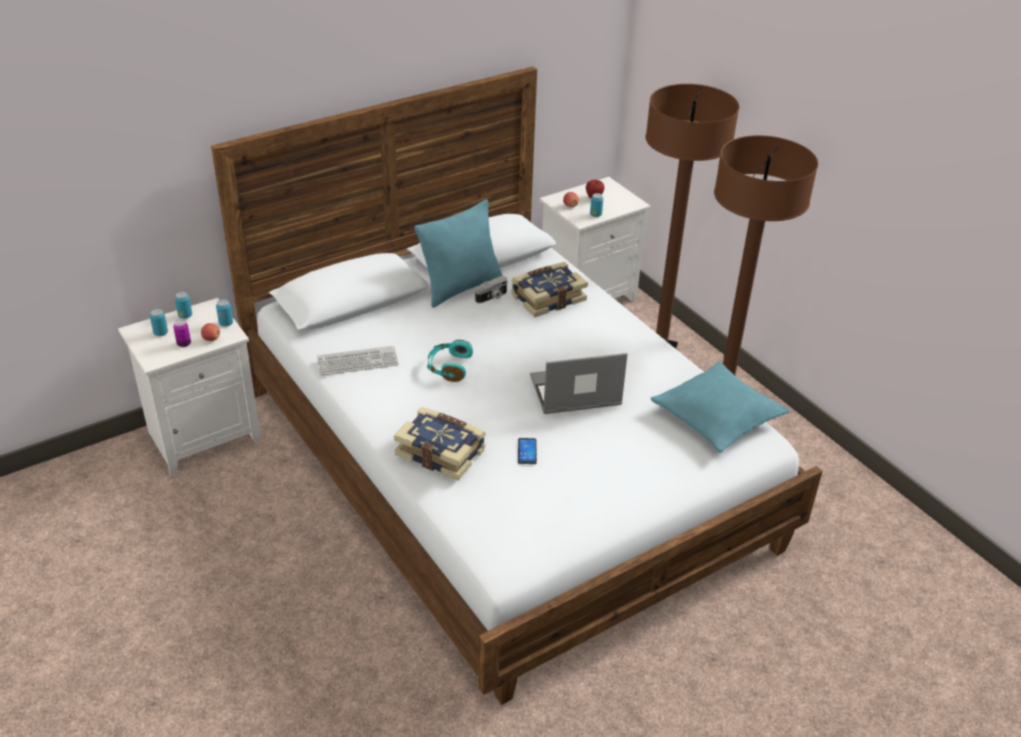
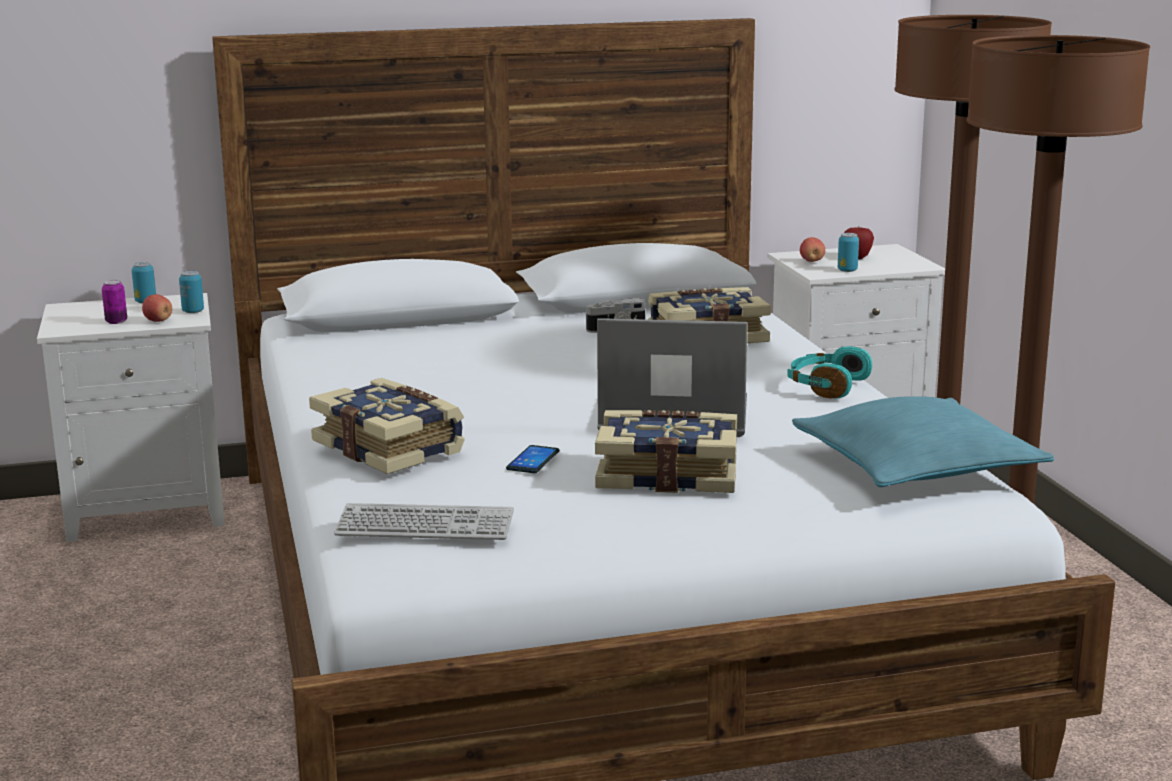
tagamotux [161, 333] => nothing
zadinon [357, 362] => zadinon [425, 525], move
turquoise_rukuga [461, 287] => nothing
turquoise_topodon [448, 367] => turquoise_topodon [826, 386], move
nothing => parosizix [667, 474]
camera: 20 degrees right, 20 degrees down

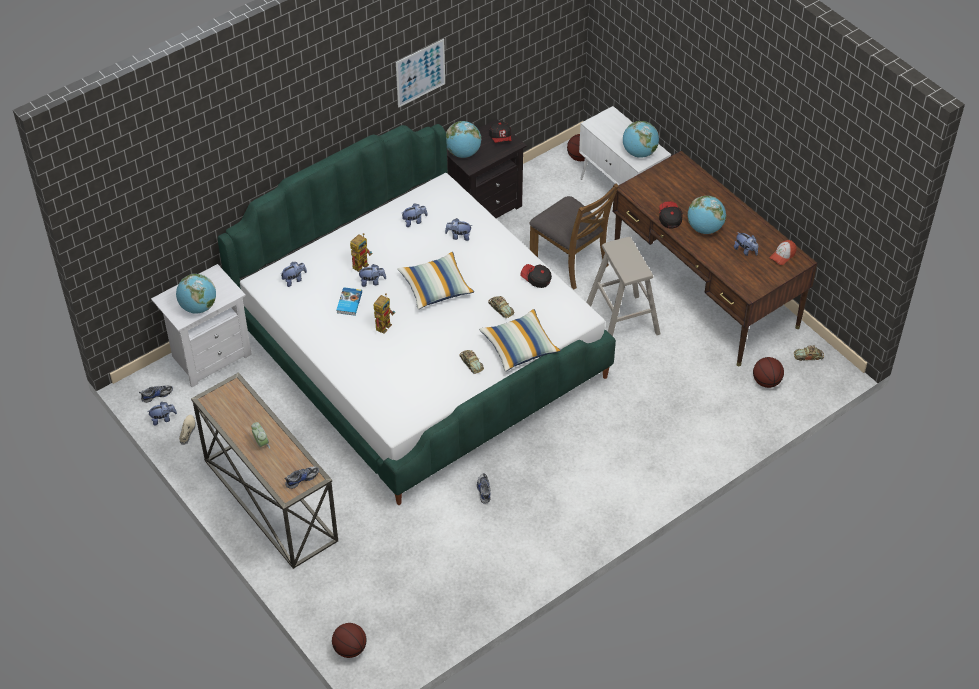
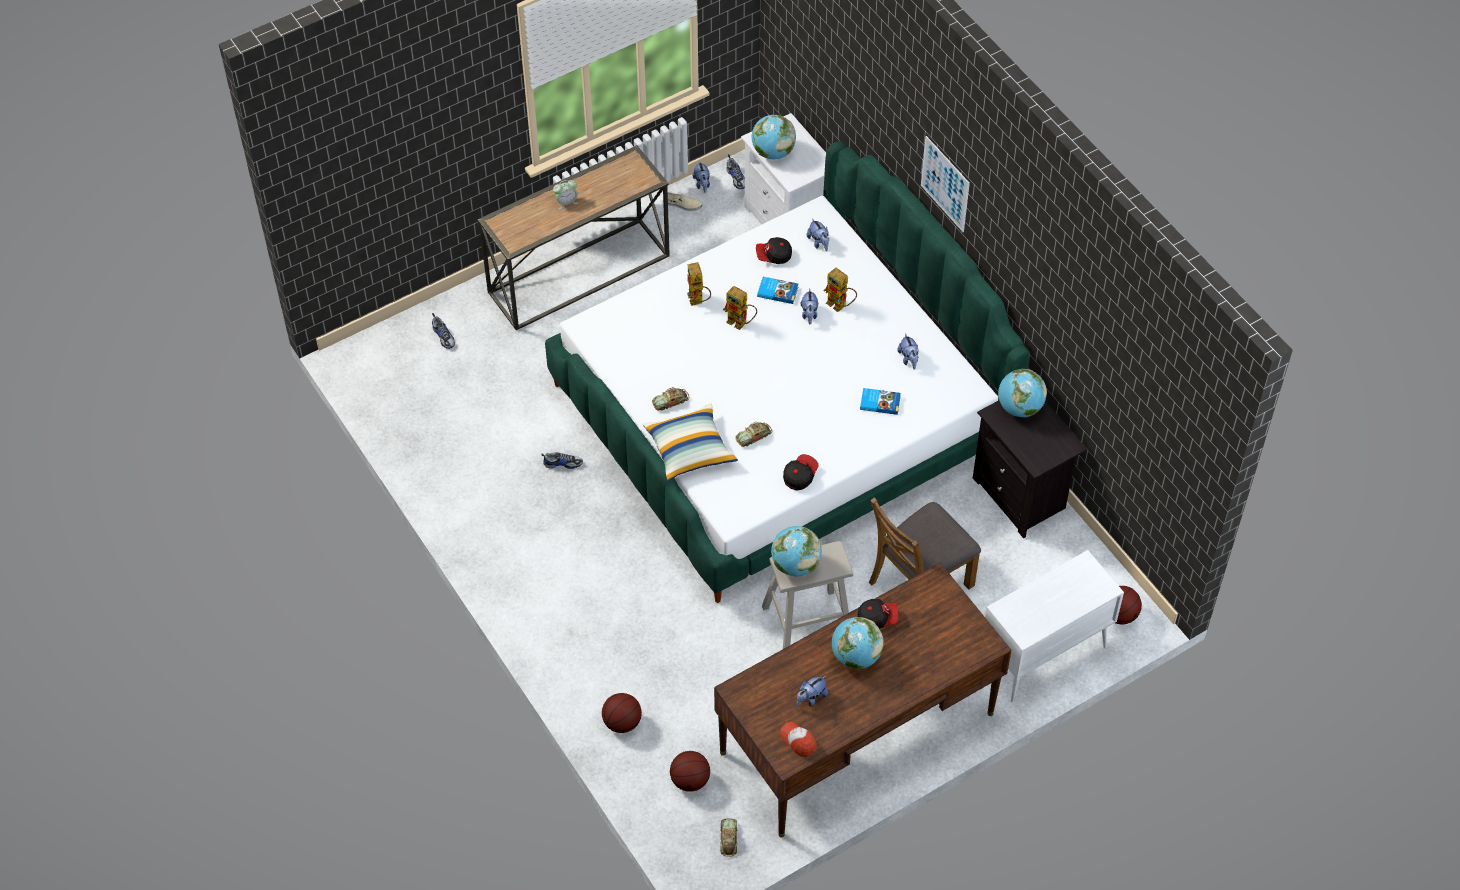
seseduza [301, 479] => seseduza [444, 336], move
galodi [350, 649] => galodi [622, 722], move
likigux [420, 73] => likigux [945, 184], move
rukuga [436, 287] => nothing
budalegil [459, 236] => parosizix [880, 402]
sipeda [501, 138] => sipeda [773, 256], move
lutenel [639, 153] => lutenel [795, 565], move
nothing => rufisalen [697, 301]
camera: 95 degrees right, 5 degrees up

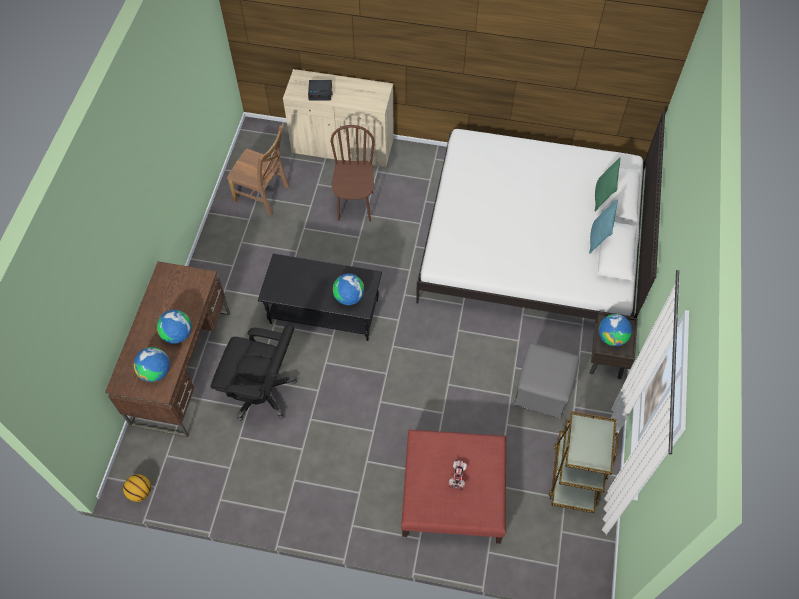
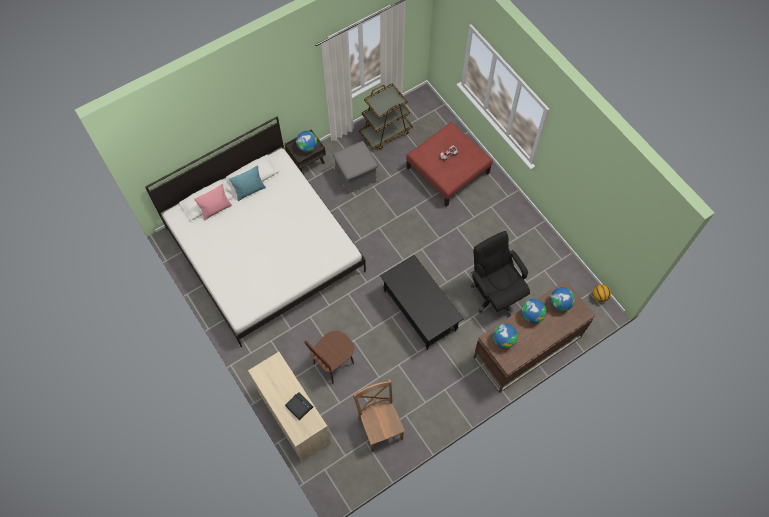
lutenel [349, 297] => lutenel [503, 340], move
green_rukuga [602, 196] => pink_rukuga [216, 209]
camera: 135 degrees left, 5 degrees up

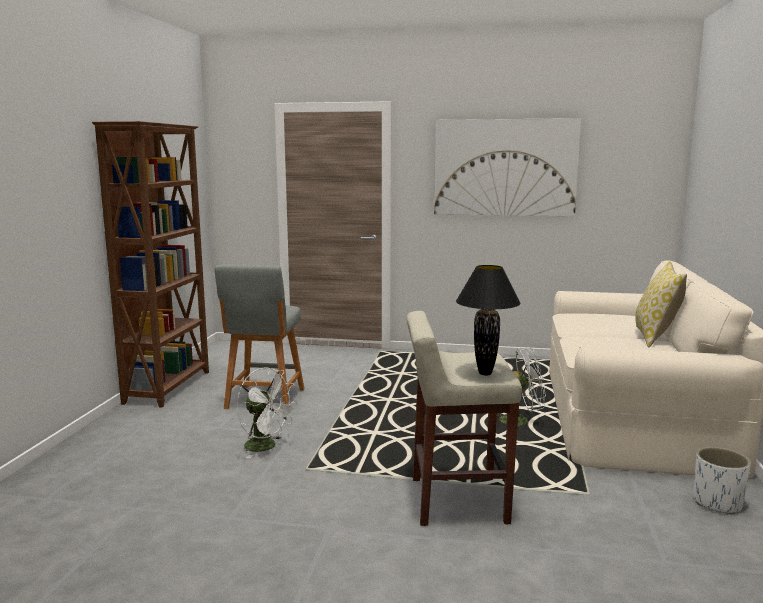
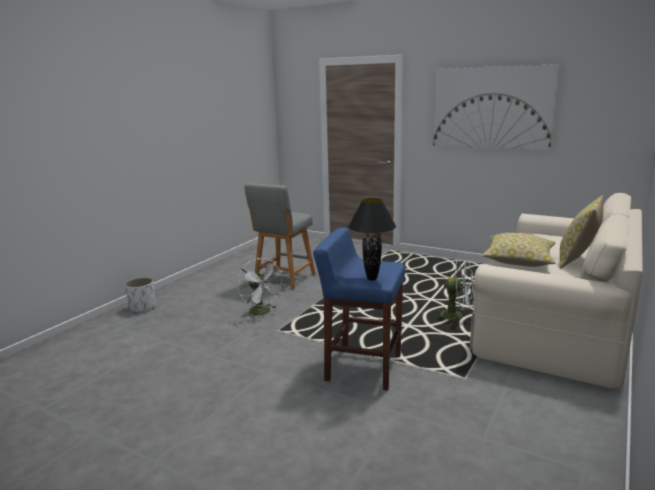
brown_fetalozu [169, 387] => nothing
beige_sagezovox [456, 500] => blue_sagezovox [362, 367]
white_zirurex [717, 503] => white_zirurex [142, 308], move
nothing => rukuga [519, 260]
camera: 20 degrees right, 5 degrees up

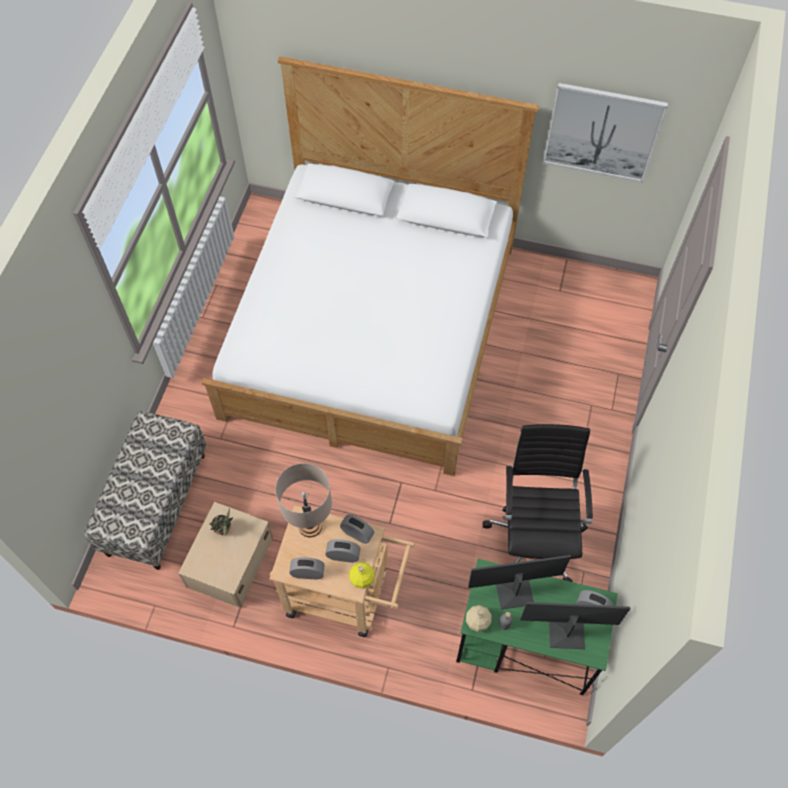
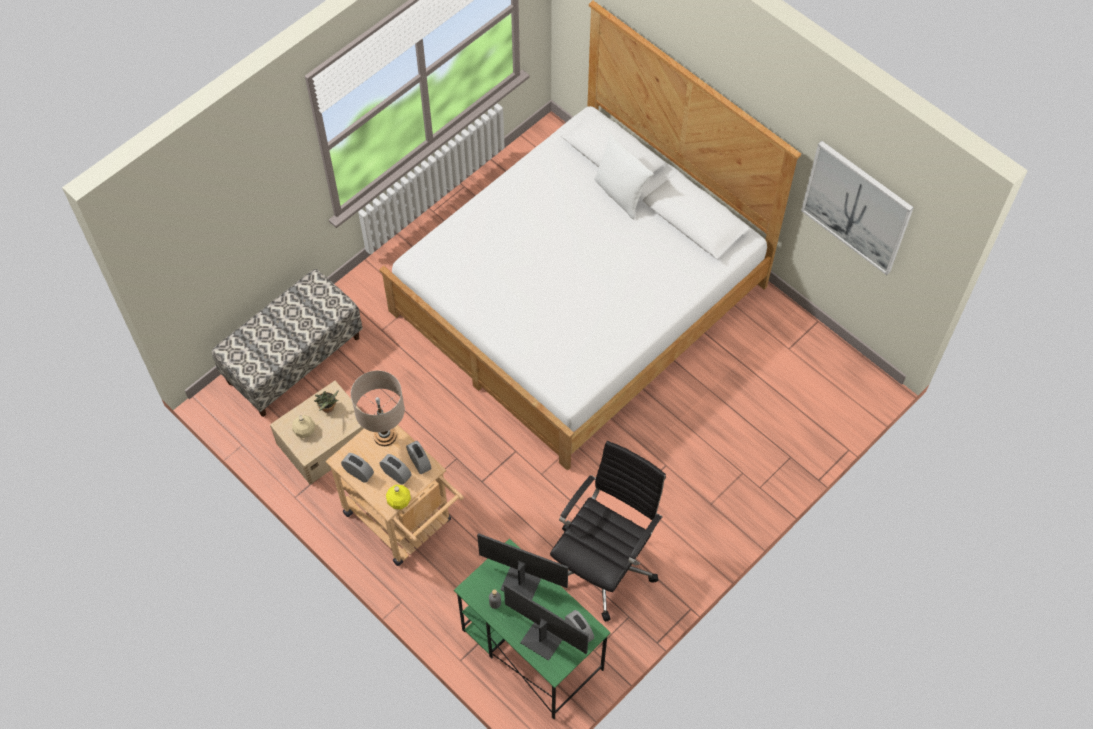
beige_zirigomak [477, 622] => beige_zirigomak [304, 431], move
nothing => white_rukuga [620, 194]
camera: 30 degrees right, 0 degrees up

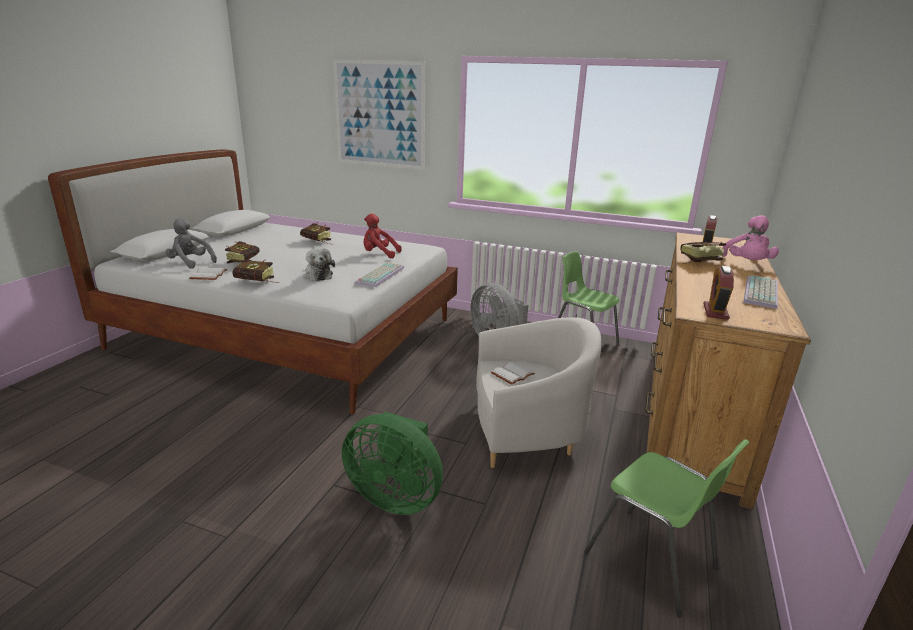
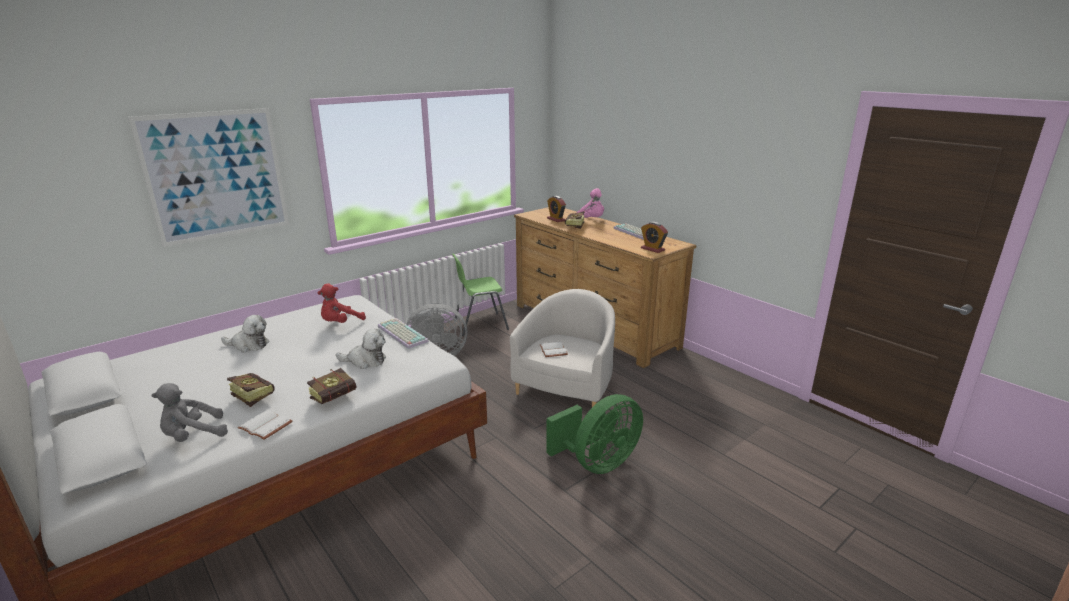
parosizix [318, 242] => budalegil [249, 345]
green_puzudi [651, 561] => nothing
camera: 60 degrees left, 0 degrees up

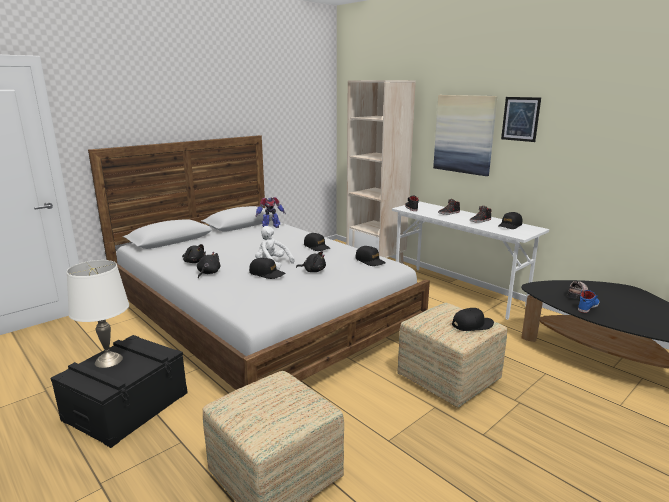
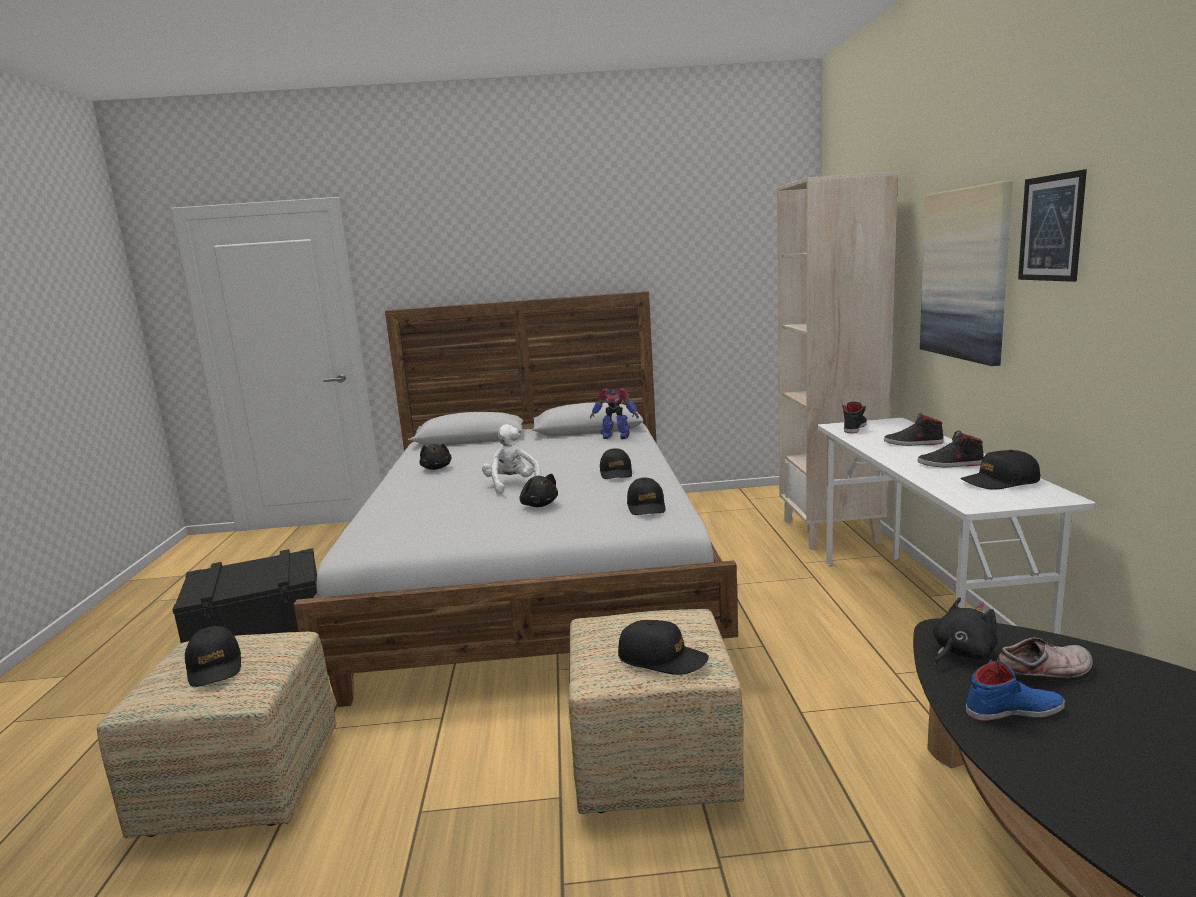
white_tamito [109, 360] => nothing
black_budalegil [208, 273] => black_budalegil [961, 653], move
black_sipeda [267, 273] => black_sipeda [215, 667], move
camera: 40 degrees right, 5 degrees down

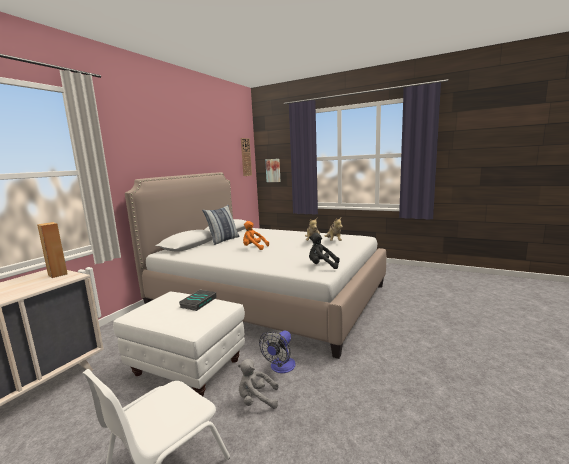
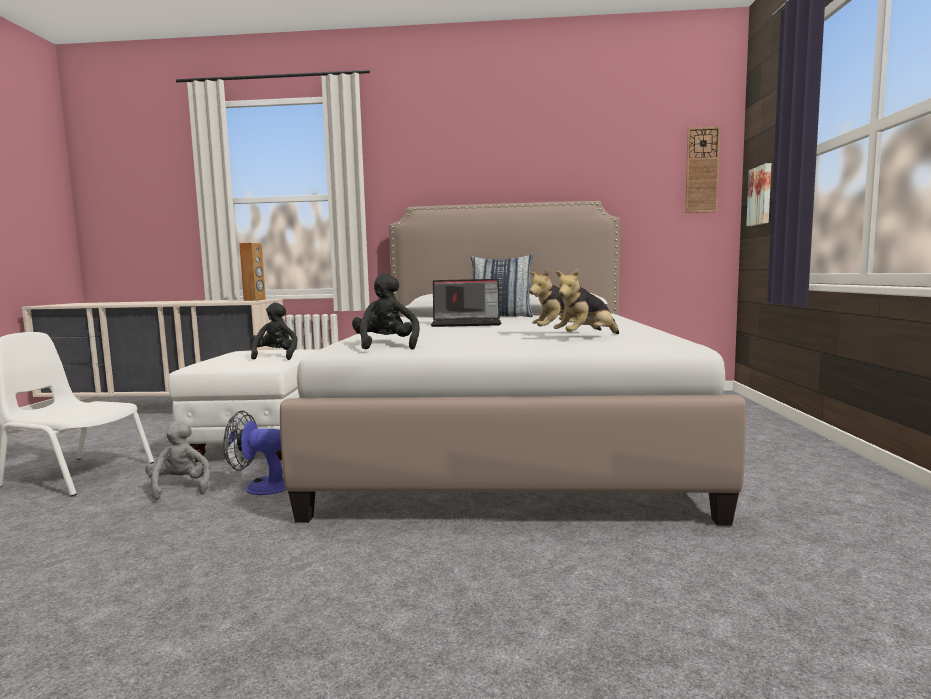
parosizix [198, 302] => black_budalegil [275, 357]
orange_budalegil [254, 248] => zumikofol [467, 324]
camera: 65 degrees right, 5 degrees down

